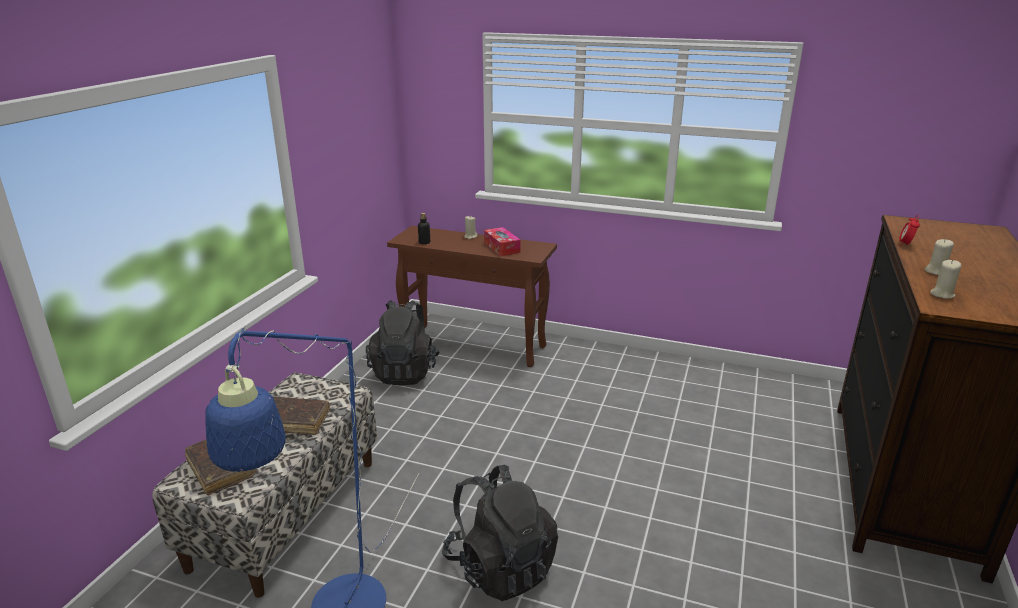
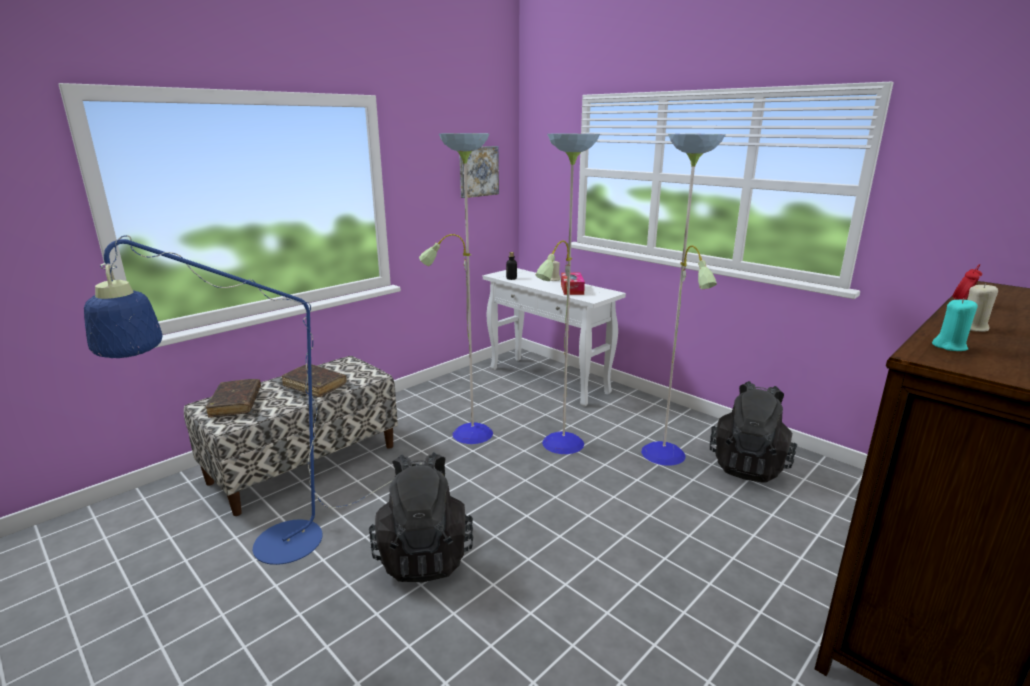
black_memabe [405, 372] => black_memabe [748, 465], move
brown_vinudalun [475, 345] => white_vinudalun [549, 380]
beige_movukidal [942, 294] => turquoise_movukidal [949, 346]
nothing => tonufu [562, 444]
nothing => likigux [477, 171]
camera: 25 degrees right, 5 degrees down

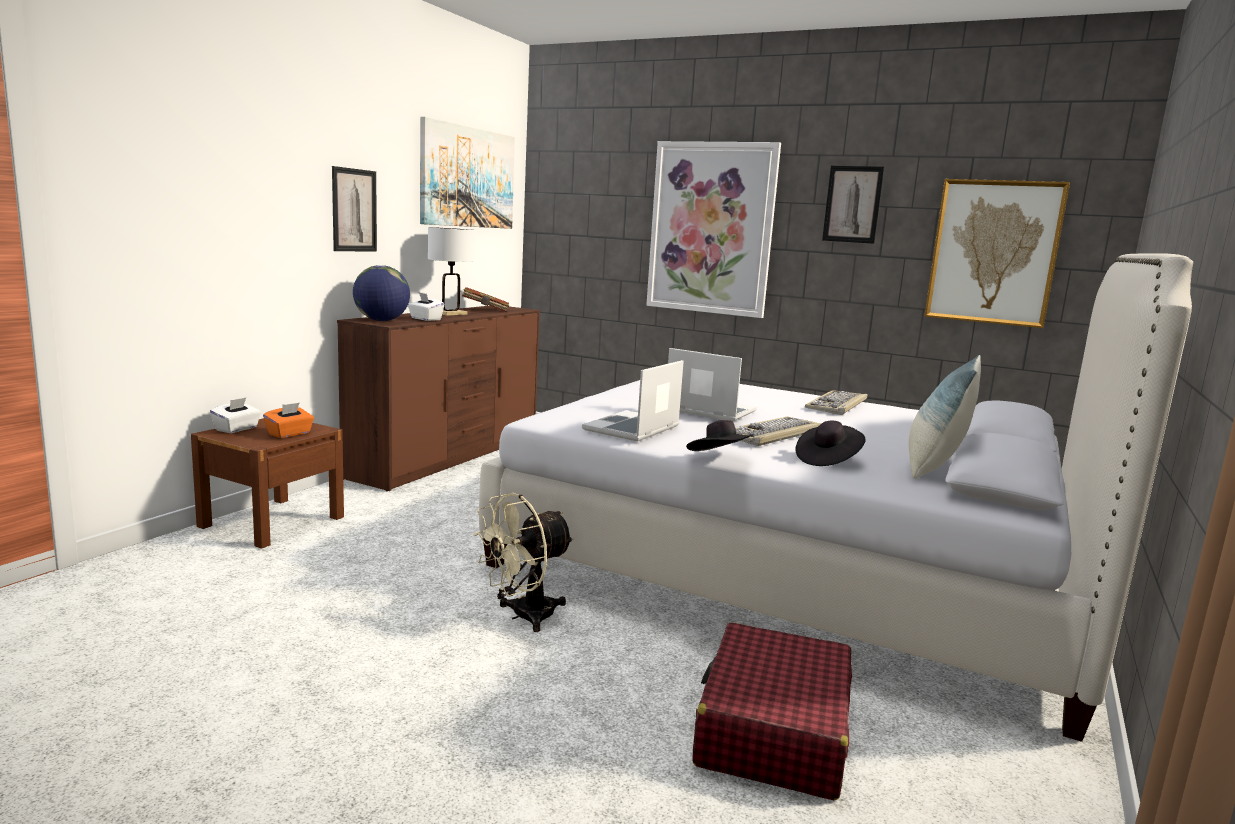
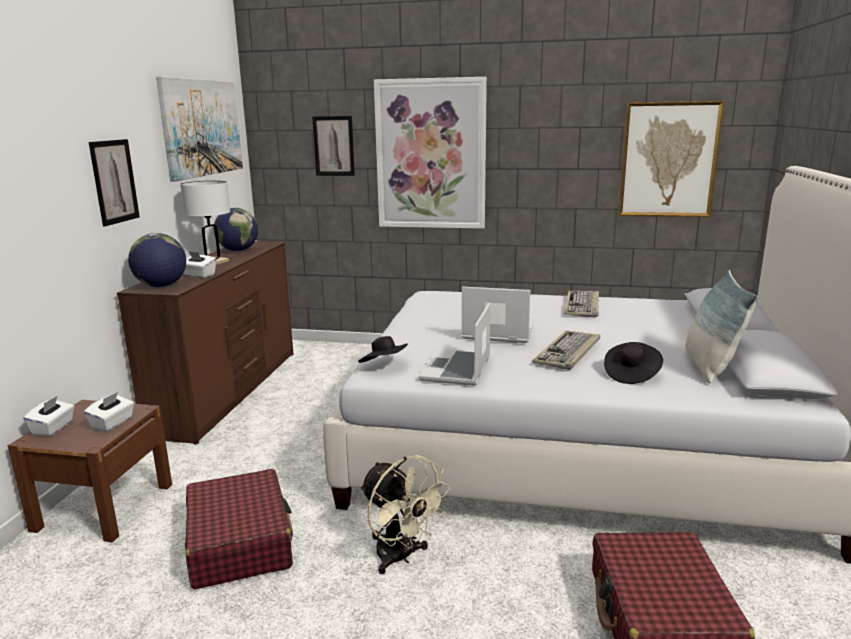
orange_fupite [289, 434] => white_fupite [112, 423]
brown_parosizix [485, 310] => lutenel [238, 250]
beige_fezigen [523, 616] => beige_fezigen [401, 557], 75 degrees counterclockwise
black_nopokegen [719, 458] => black_nopokegen [384, 366], move
likigux [852, 204] => likigux [333, 146], move
nothing => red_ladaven [240, 542]
camera: 15 degrees left, 5 degrees up

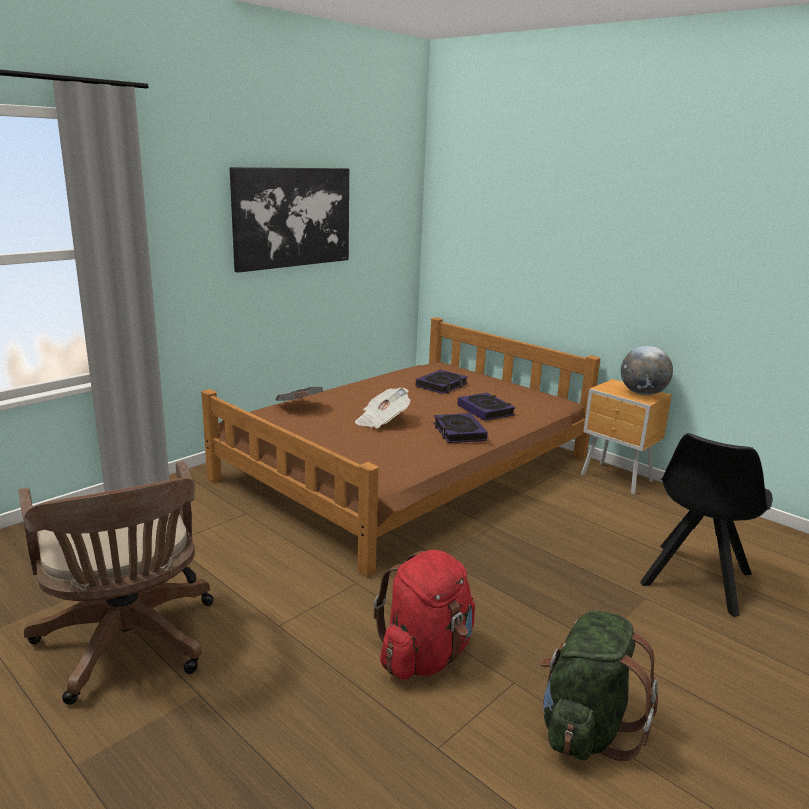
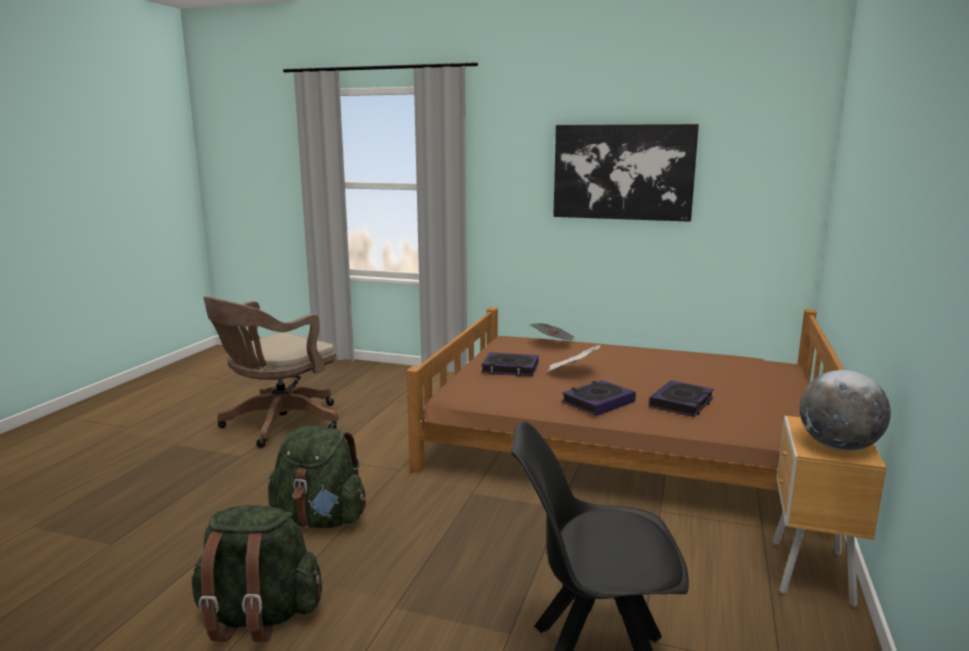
red_memabe [425, 656] => green_memabe [320, 519]
parosizix [441, 385] => parosizix [510, 369], move
camera: 65 degrees right, 5 degrees down

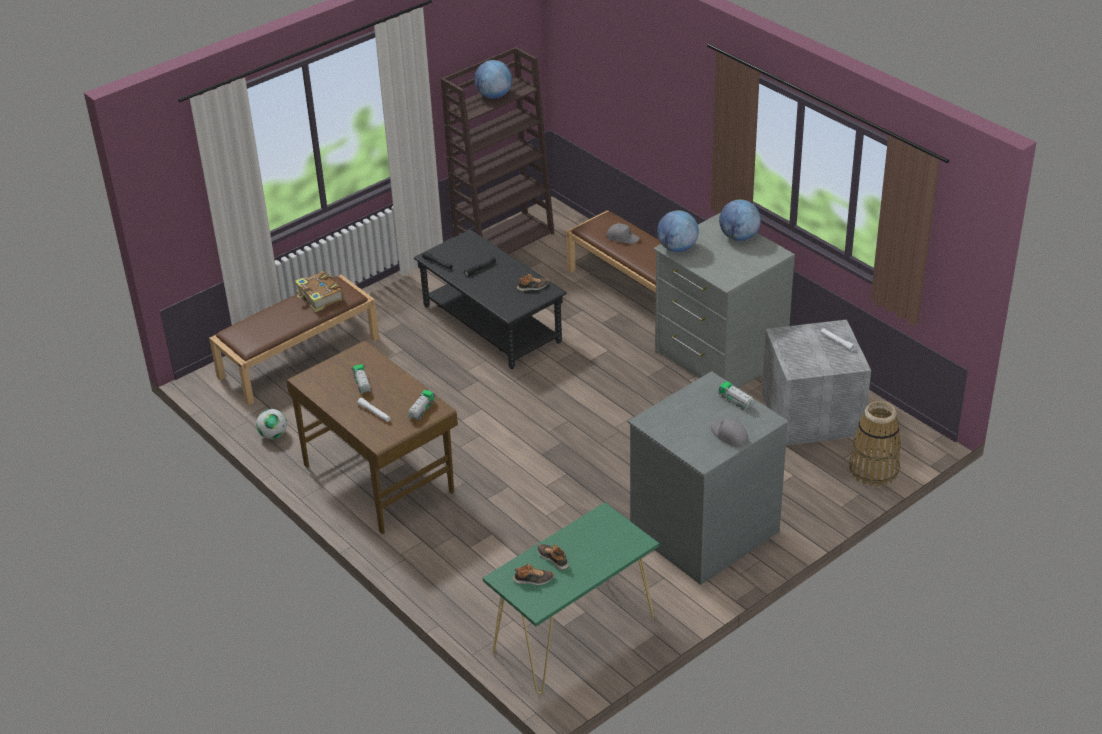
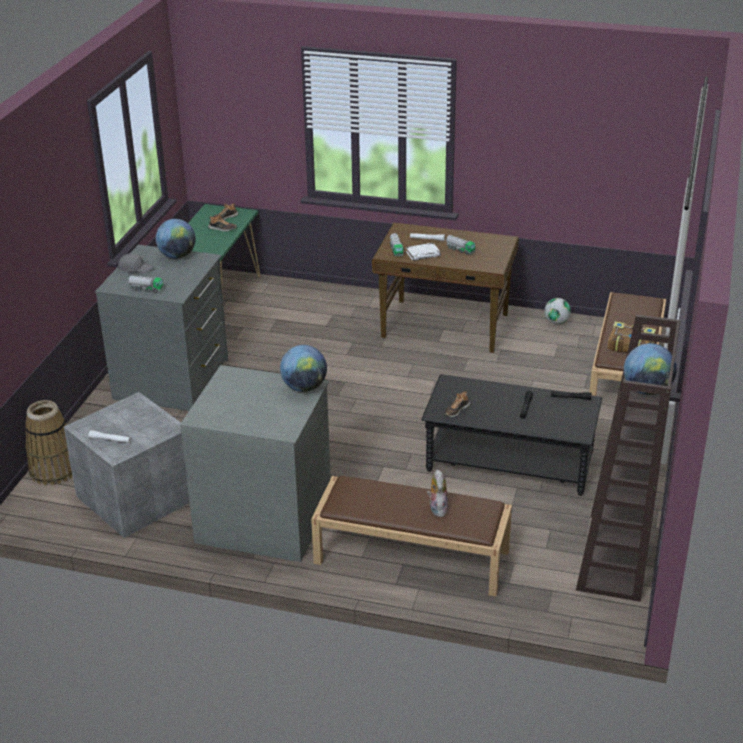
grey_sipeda [622, 237] => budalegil [437, 508]
lutenel [739, 237] => lutenel [177, 256], move
nothing => white_parosizix [423, 254]
camera: 145 degrees right, 5 degrees down

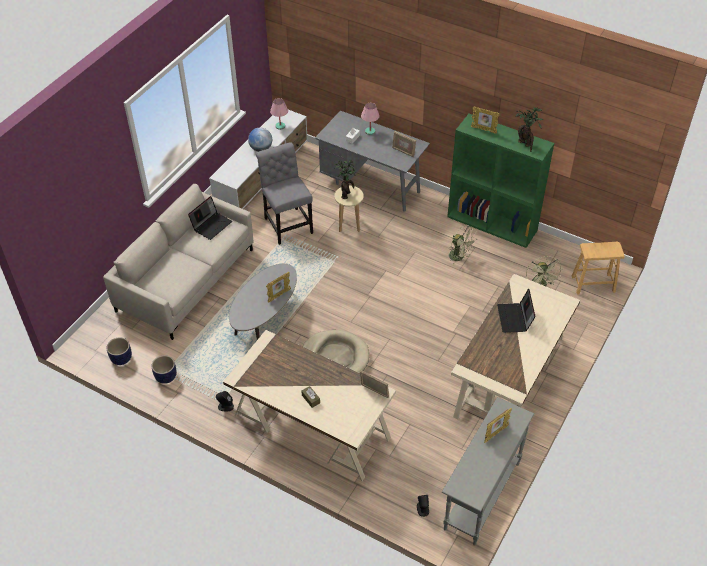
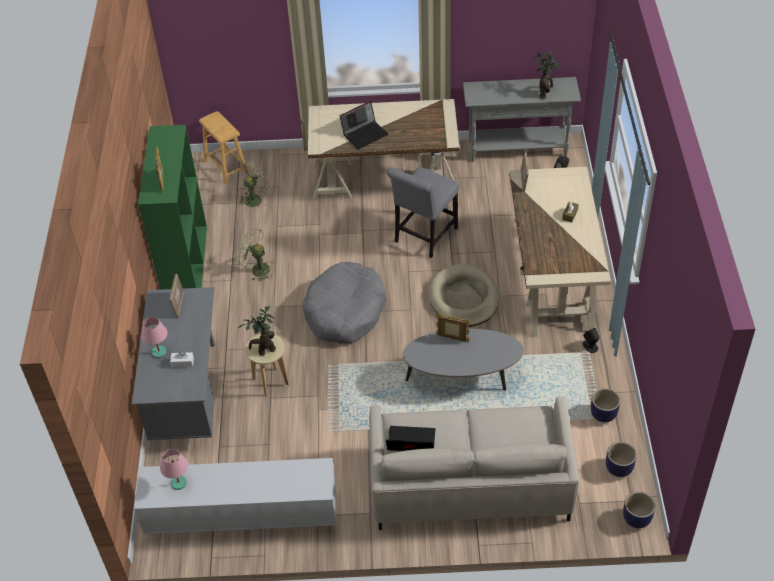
lutenel [261, 148] => nothing
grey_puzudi [287, 224] => grey_puzudi [423, 237], move
green_fezigen [459, 257] => green_fezigen [256, 269], 75 degrees counterclockwise
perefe [495, 434] => nothing
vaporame [525, 144] => vaporame [544, 93], move
nothing => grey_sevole [345, 311]
nothing => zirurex [636, 518]
camera: 120 degrees left, 0 degrees up

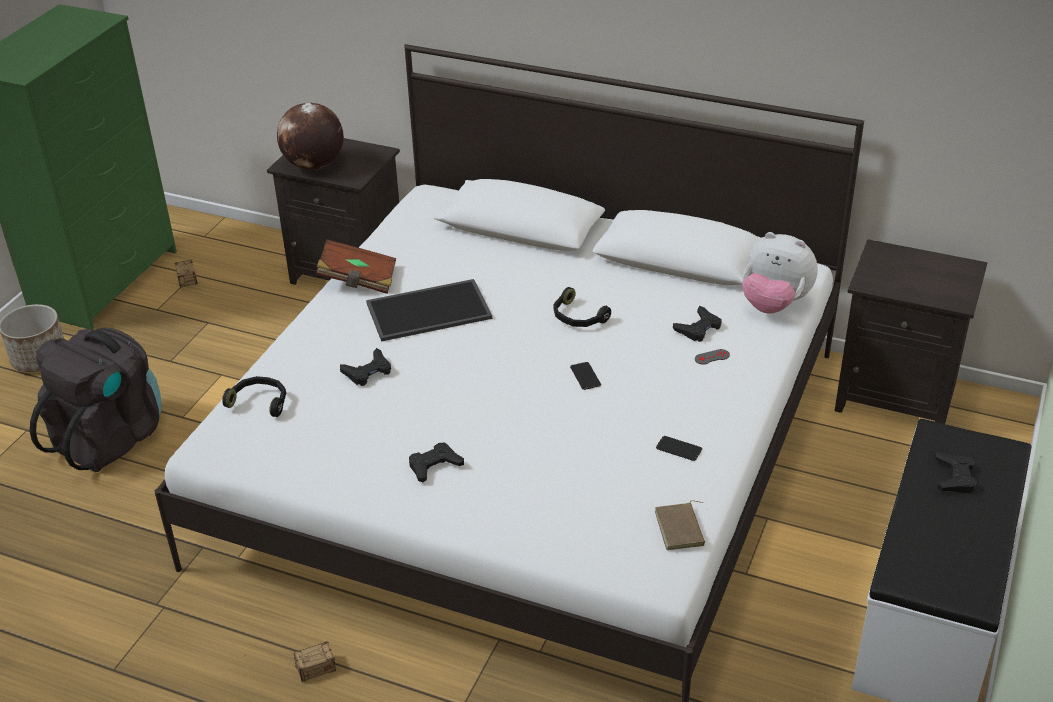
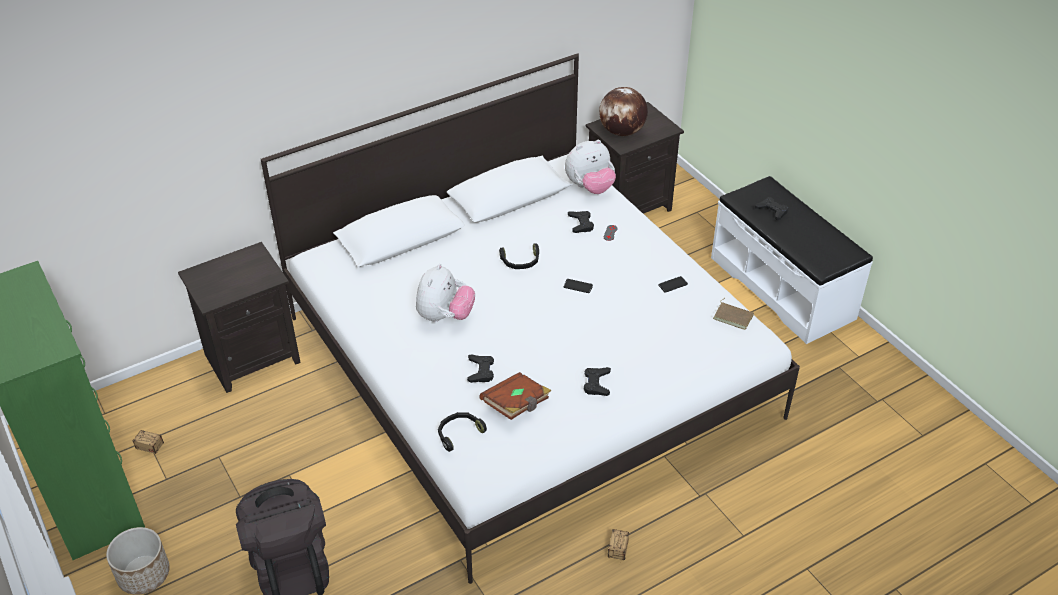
lutenel [314, 165] => lutenel [622, 132], move
brown_parosizix [358, 280] => brown_parosizix [516, 405], move
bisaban [429, 309] => budalegil [445, 316]
camera: 55 degrees left, 5 degrees up

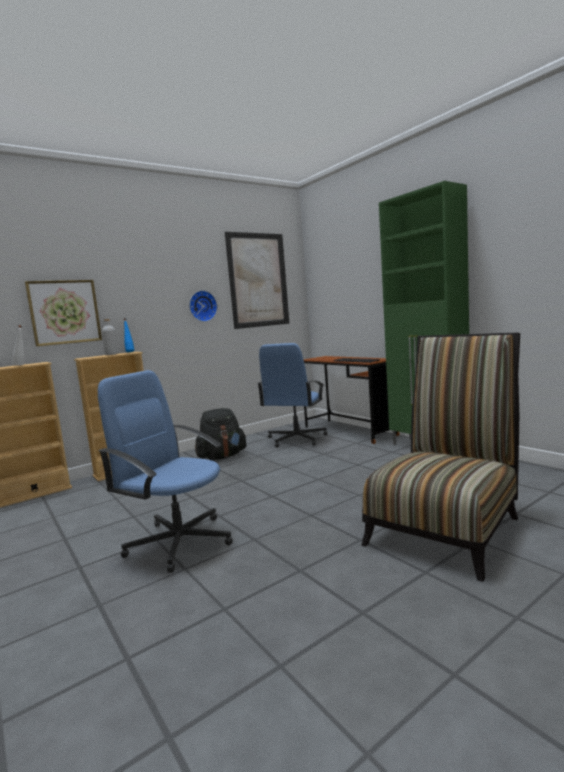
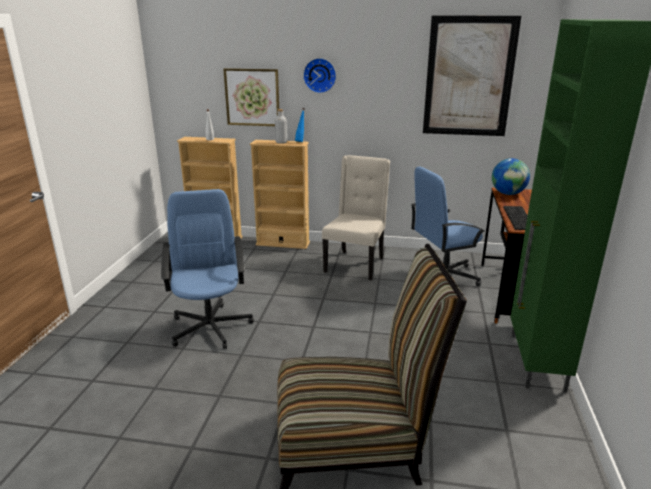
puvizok [202, 306] => puvizok [320, 75], move
black_memabe [222, 457] => beige_puzudi [355, 264]
nothing => lutenel [508, 194]
camera: 45 degrees right, 15 degrees up

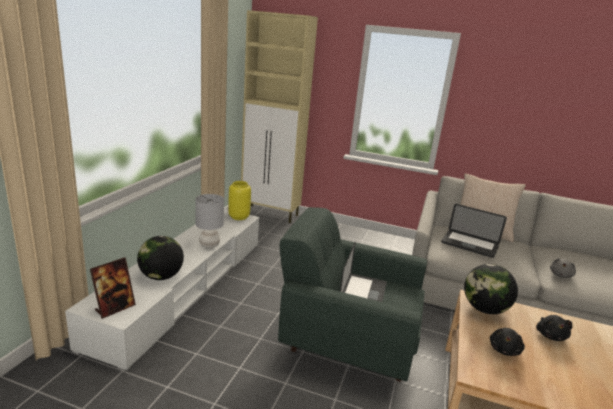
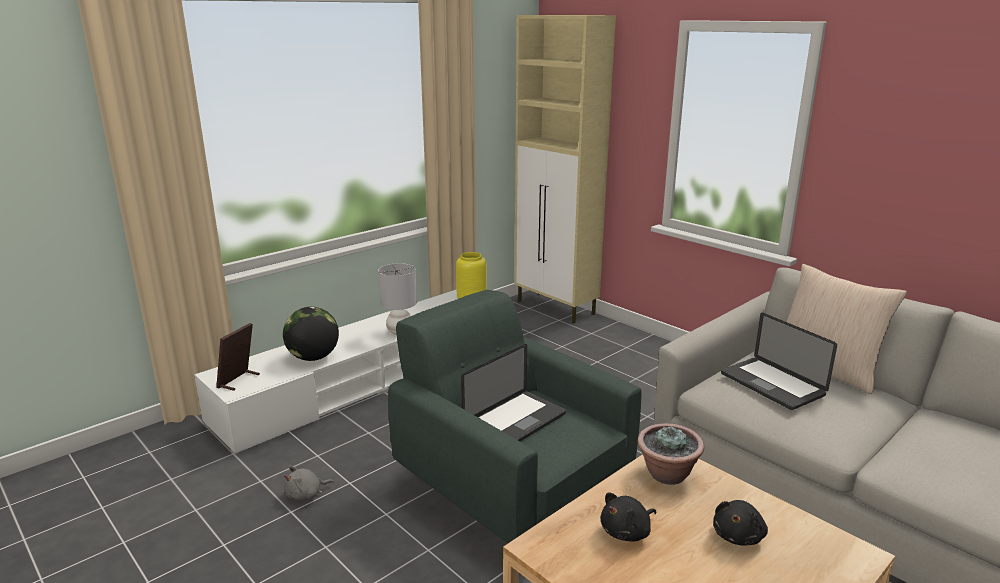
perefe [115, 308] => perefe [238, 381], 135 degrees clockwise
lutenel [484, 309] => vaporame [667, 475]
grey_budalegil [560, 275] => grey_budalegil [306, 495], move
camera: 30 degrees right, 0 degrees up

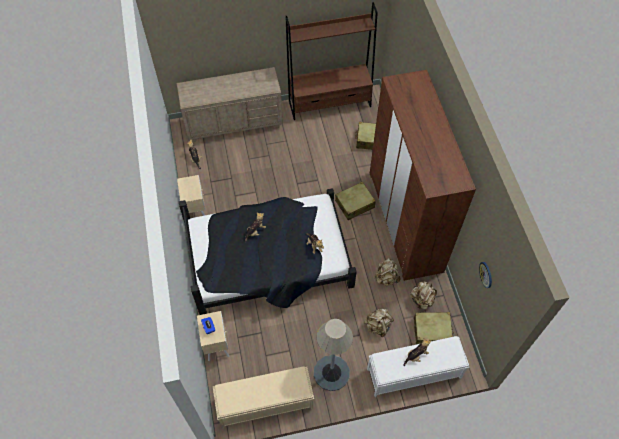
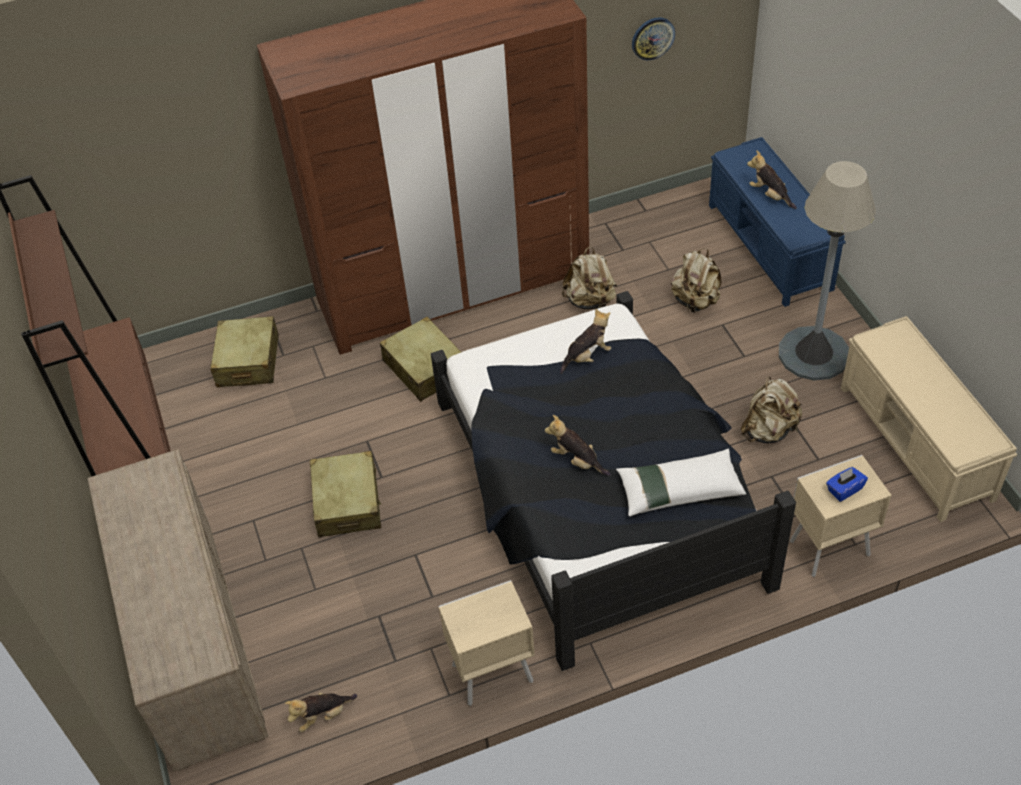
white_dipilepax [413, 373] => blue_dipilepax [770, 247]
beige_memabe [422, 300] => beige_memabe [768, 430], move
beige_ladaven [432, 331] => beige_ladaven [347, 502], move
nothing => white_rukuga [679, 489]
camera: 95 degrees left, 10 degrees down

